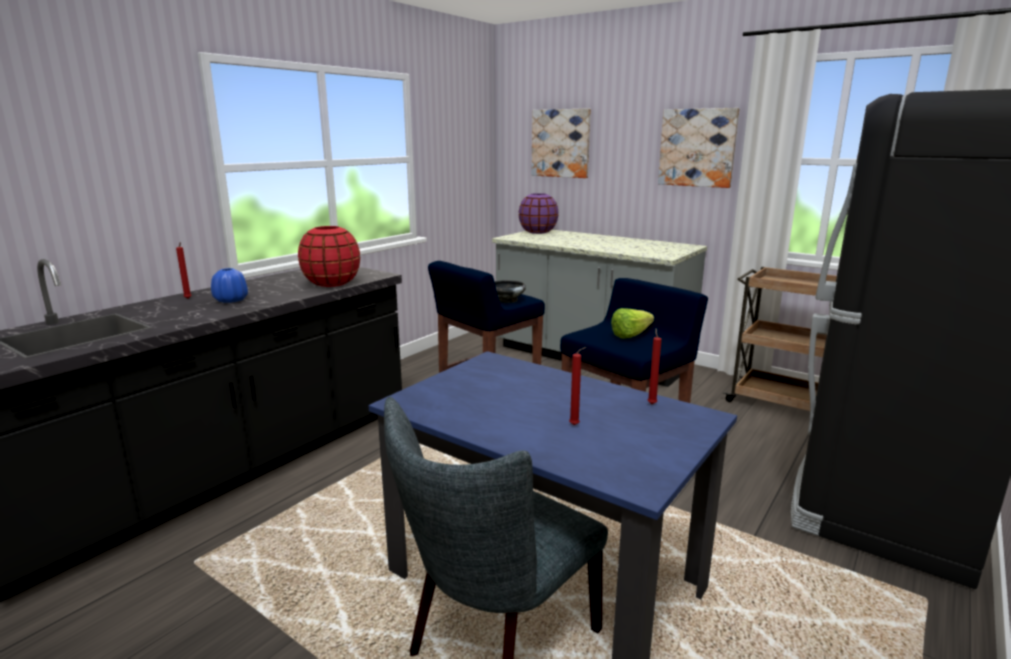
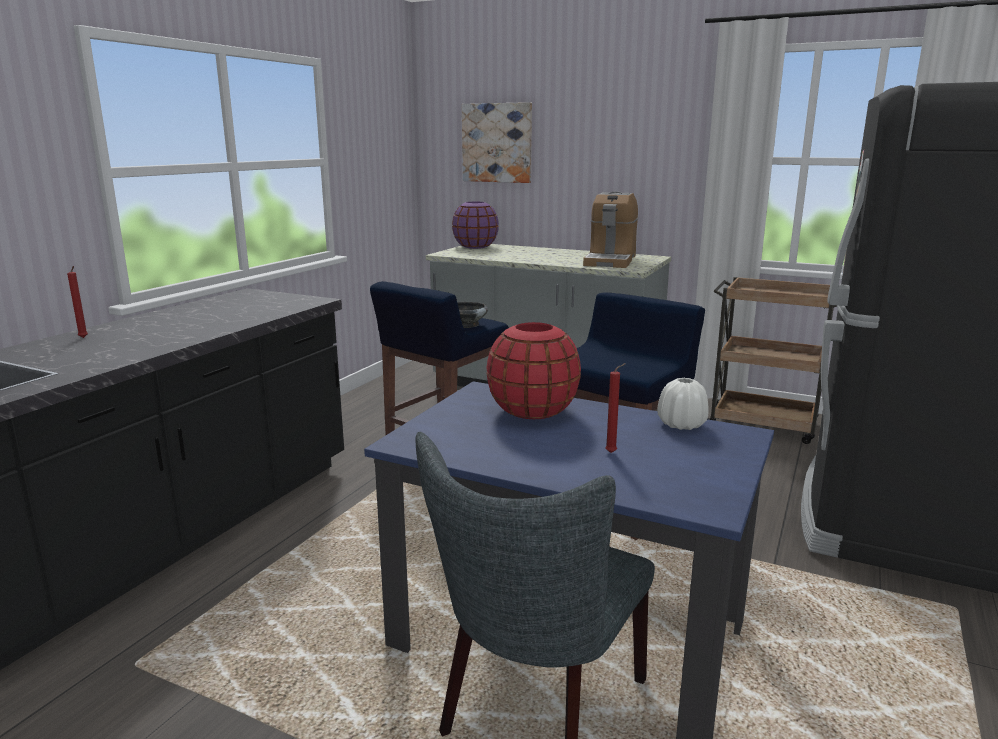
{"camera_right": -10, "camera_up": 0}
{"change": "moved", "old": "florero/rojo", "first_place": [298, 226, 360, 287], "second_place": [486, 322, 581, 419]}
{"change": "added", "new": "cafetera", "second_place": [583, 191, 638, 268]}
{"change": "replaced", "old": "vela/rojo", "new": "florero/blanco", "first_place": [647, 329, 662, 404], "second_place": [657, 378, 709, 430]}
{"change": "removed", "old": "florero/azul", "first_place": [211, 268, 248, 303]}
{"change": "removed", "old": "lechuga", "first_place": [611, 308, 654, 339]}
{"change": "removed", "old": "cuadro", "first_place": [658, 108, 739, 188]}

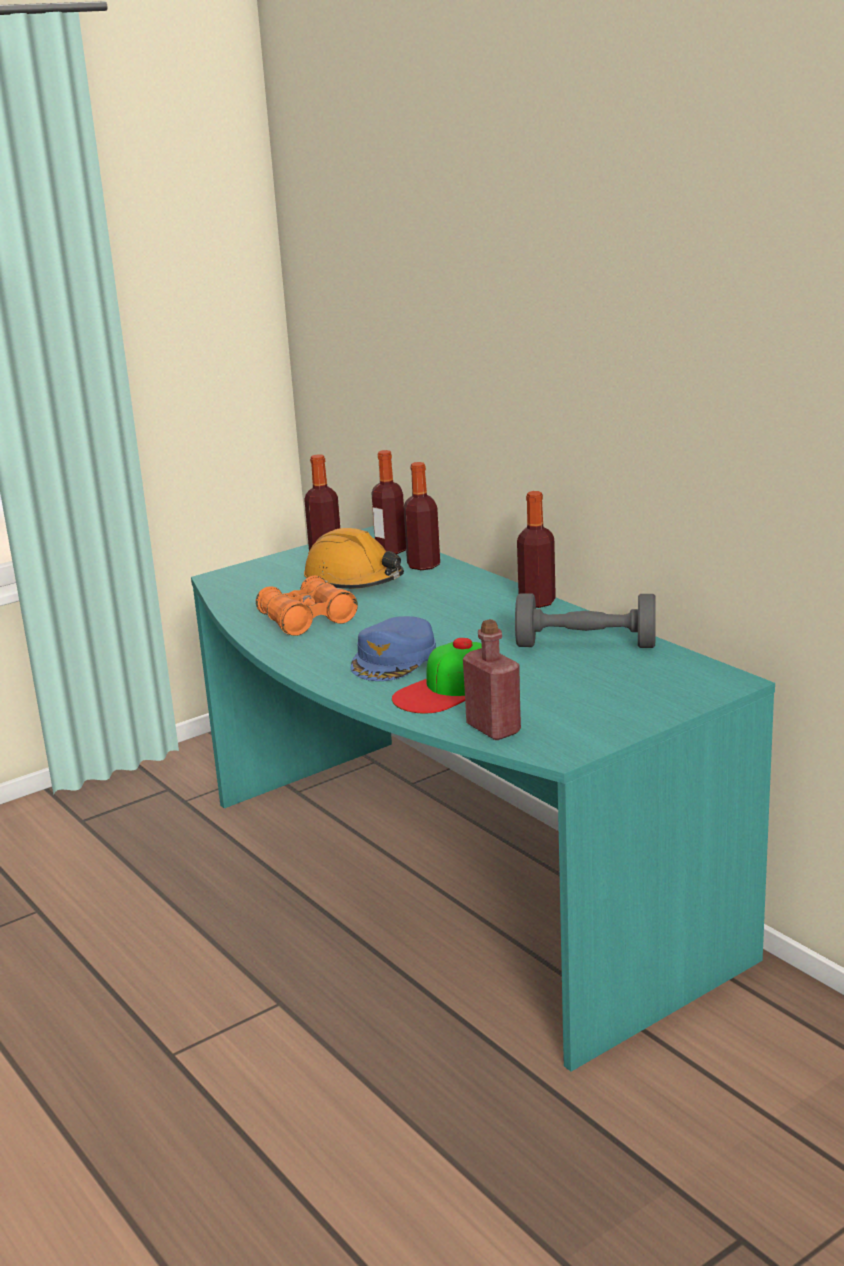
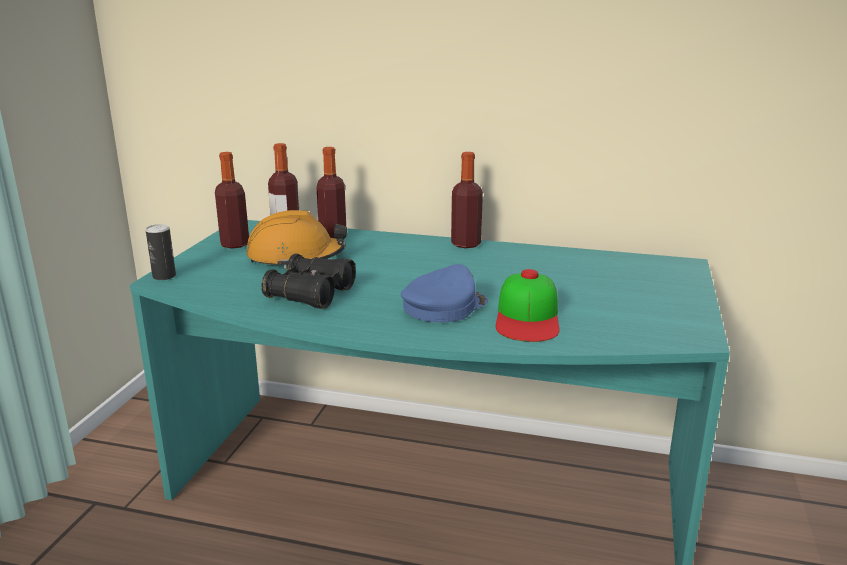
{"camera_right": -40, "camera_up": 0}
{"change": "added", "new": "lata", "second_place": [146, 224, 176, 280]}
{"change": "recoloured", "old": "prismáticos/naranja", "new": "prismáticos/negro", "first_place": [256, 576, 358, 636], "second_place": [261, 254, 356, 309]}
{"change": "turned", "old": "gorra/azul", "first_place": [351, 616, 436, 681], "second_place": [401, 264, 488, 322], "degrees": -120}
{"change": "removed", "old": "botella/rojo", "first_place": [463, 619, 521, 740]}
{"change": "removed", "old": "mancuerna/gris", "first_place": [515, 594, 656, 648]}

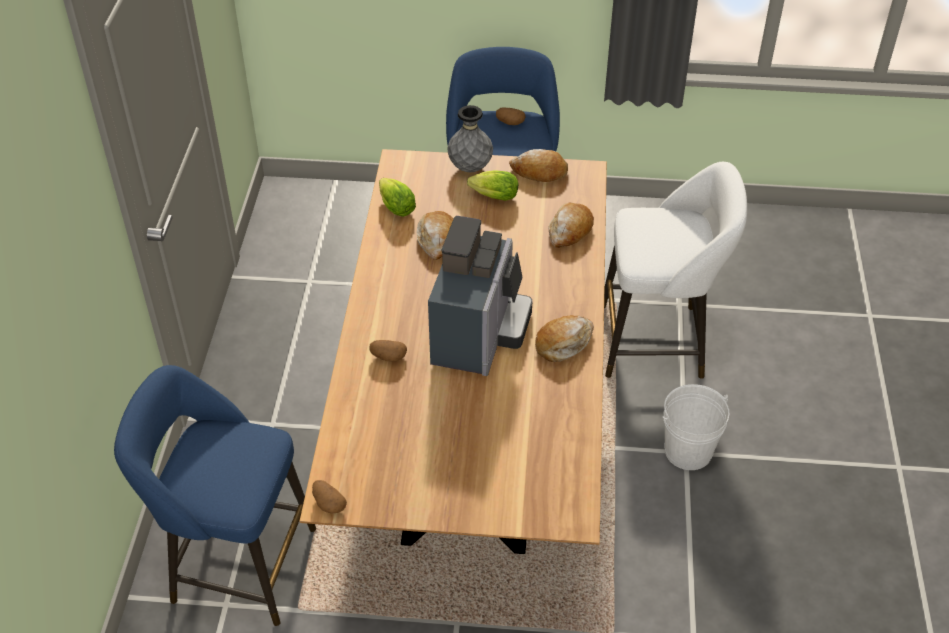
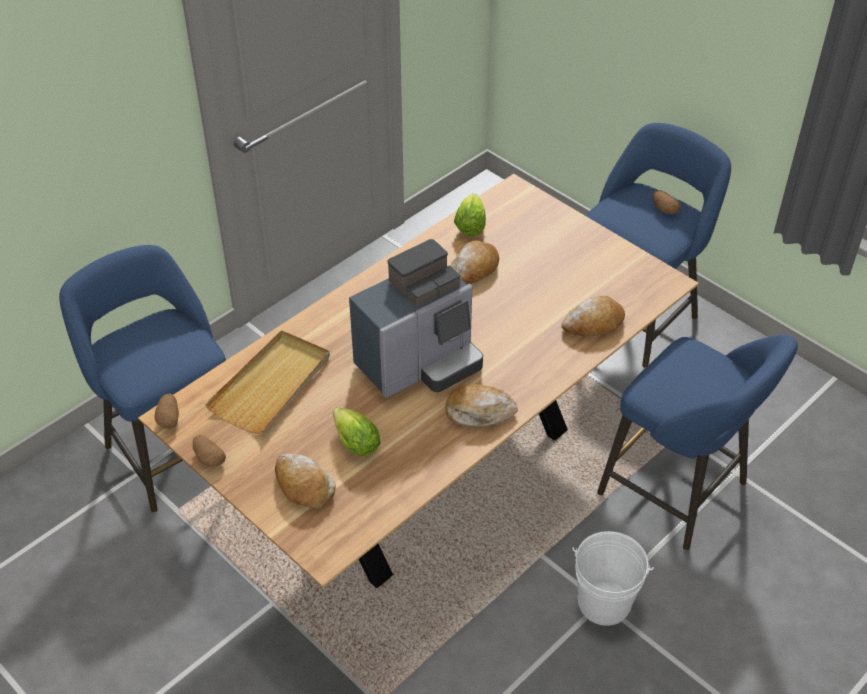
{"camera_right": 40, "camera_up": 0}
{"change": "moved", "old": "patata", "first_place": [370, 340, 407, 361], "second_place": [193, 435, 226, 467]}
{"change": "added", "new": "bandeja/beis", "second_place": [205, 330, 330, 434]}
{"change": "moved", "old": "pan", "first_place": [509, 149, 568, 182], "second_place": [275, 453, 336, 508]}
{"change": "moved", "old": "lechuga", "first_place": [467, 170, 518, 201], "second_place": [333, 407, 381, 456]}
{"change": "recoloured", "old": "taburete/blanco", "new": "taburete/azul", "first_place": [604, 162, 747, 379], "second_place": [597, 334, 798, 550]}
{"change": "removed", "old": "florero/gris", "first_place": [447, 105, 493, 172]}

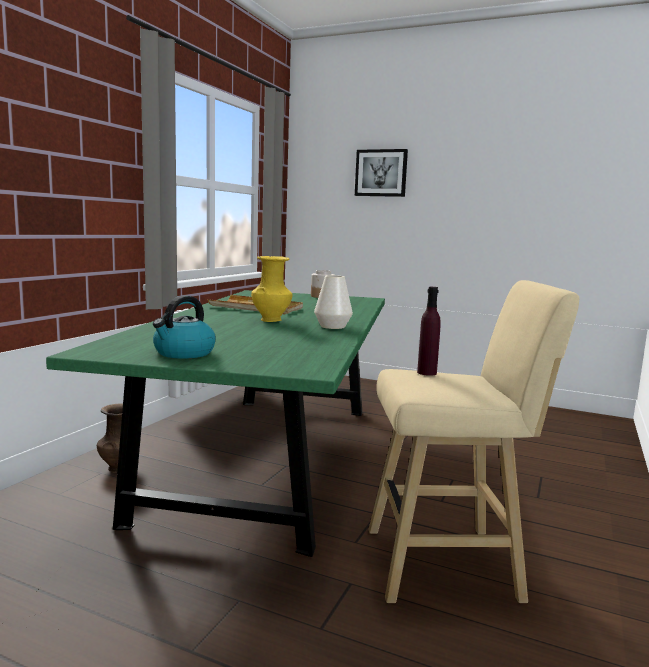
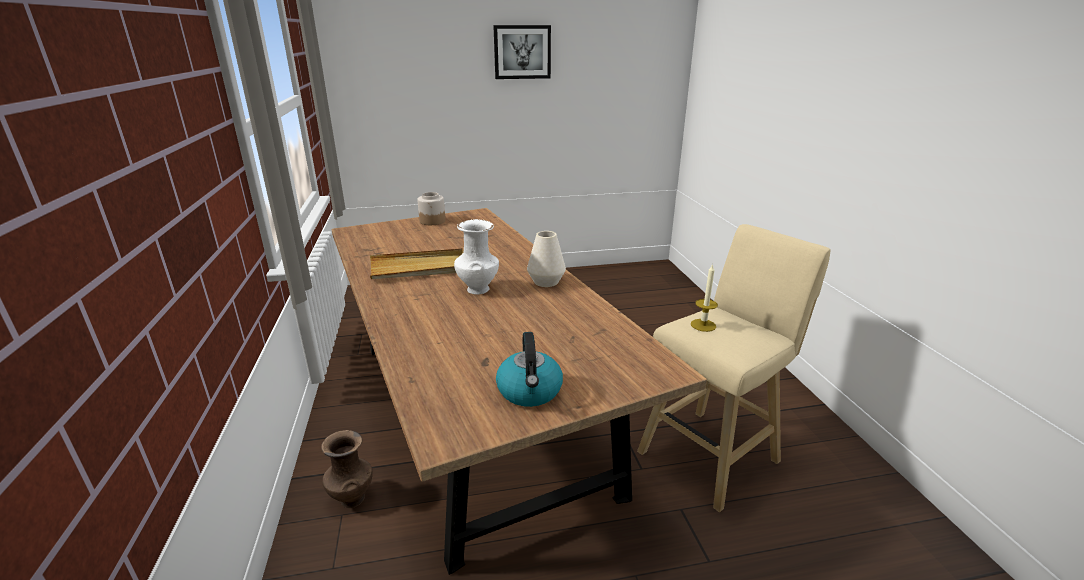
{"camera_right": -35, "camera_up": 15}
{"change": "recoloured", "old": "mesa de comedor/verde", "new": "mesa de comedor/marrón", "first_place": [46, 290, 385, 557], "second_place": [332, 208, 707, 575]}
{"change": "recoloured", "old": "florero/amarillo", "new": "florero/blanco", "first_place": [251, 256, 292, 322], "second_place": [454, 219, 499, 295]}
{"change": "moved", "old": "cuadro", "first_place": [355, 149, 408, 197], "second_place": [493, 25, 551, 79]}
{"change": "replaced", "old": "botella/morado", "new": "vela", "first_place": [417, 287, 441, 376], "second_place": [691, 264, 718, 332]}

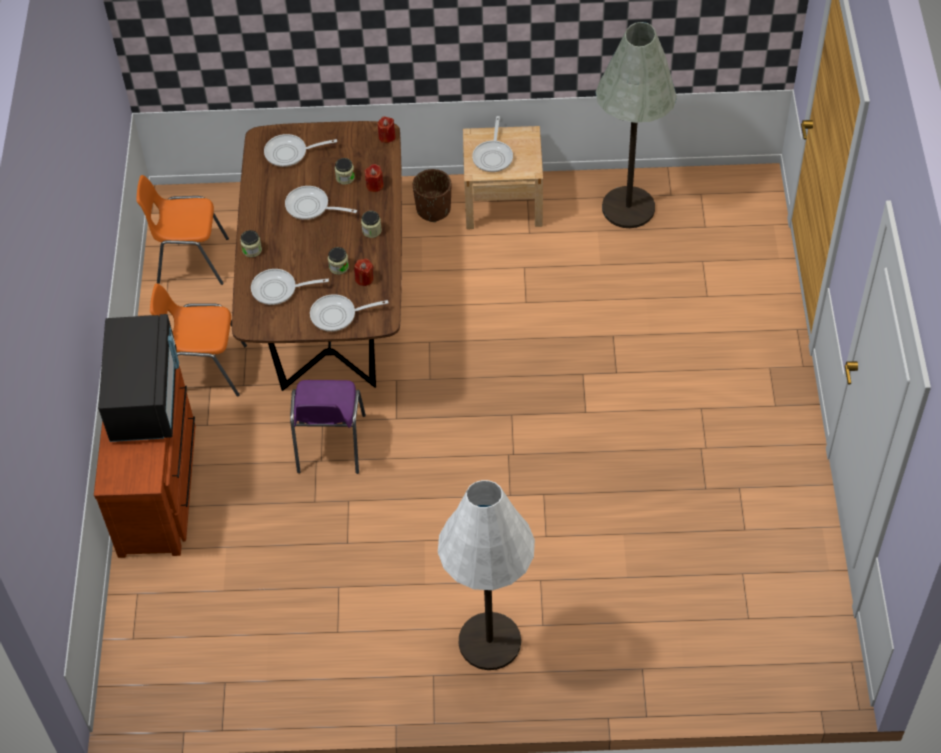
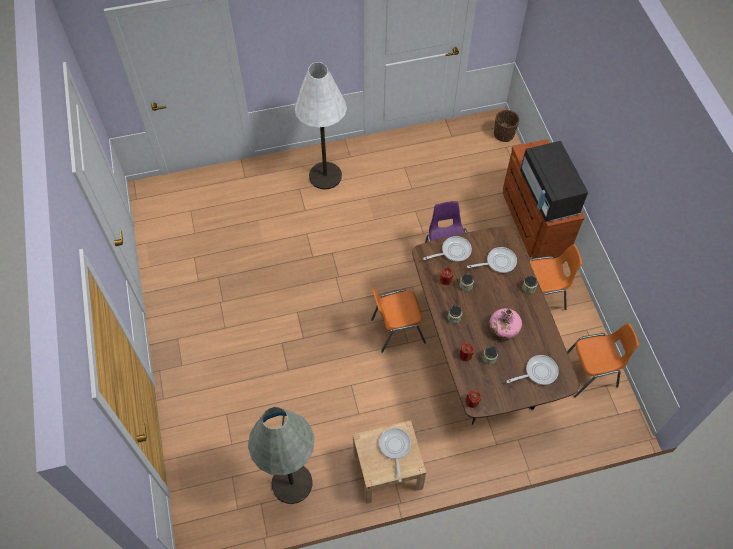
{"camera_right": 165, "camera_up": 5}
{"change": "added", "new": "silla/naranja", "second_place": [371, 289, 426, 353]}
{"change": "replaced", "old": "sartén", "new": "botella/rosa", "first_place": [285, 186, 357, 220], "second_place": [489, 308, 522, 340]}
{"change": "moved", "old": "maceta/marrón", "first_place": [413, 169, 451, 222], "second_place": [494, 110, 519, 142]}

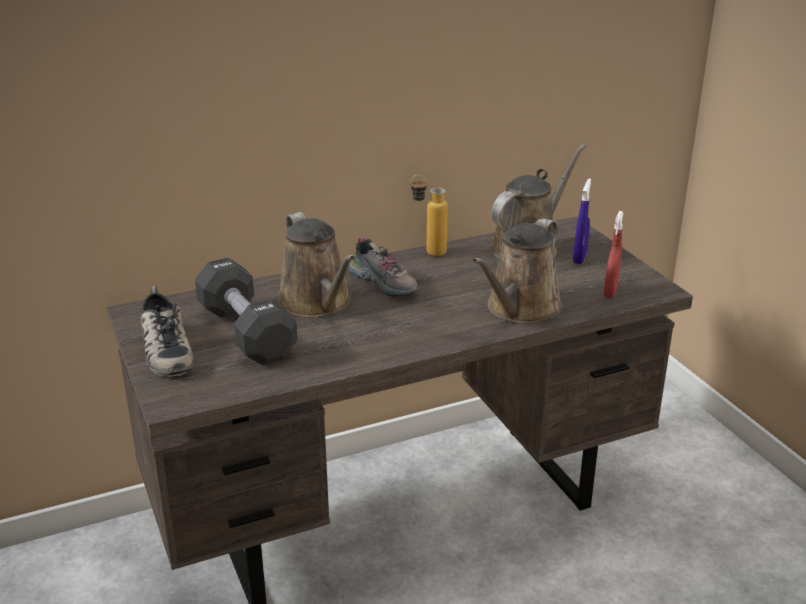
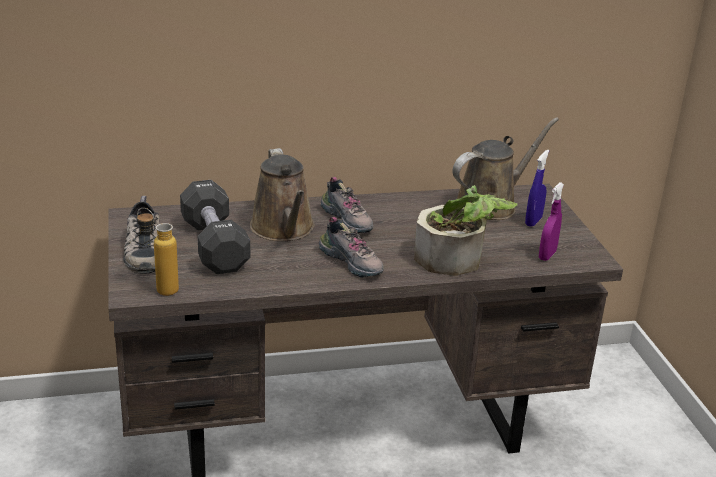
{"camera_right": 10, "camera_up": 0}
{"change": "moved", "old": "botella", "first_place": [410, 175, 448, 256], "second_place": [137, 208, 179, 296]}
{"change": "added", "new": "zapato", "second_place": [319, 217, 384, 278]}
{"change": "replaced", "old": "regadera/marrón", "new": "planta en maceta", "first_place": [472, 218, 563, 324], "second_place": [414, 185, 517, 276]}
{"change": "recoloured", "old": "pulverizador/rojo", "new": "pulverizador/morado", "first_place": [603, 211, 623, 298], "second_place": [539, 182, 564, 261]}

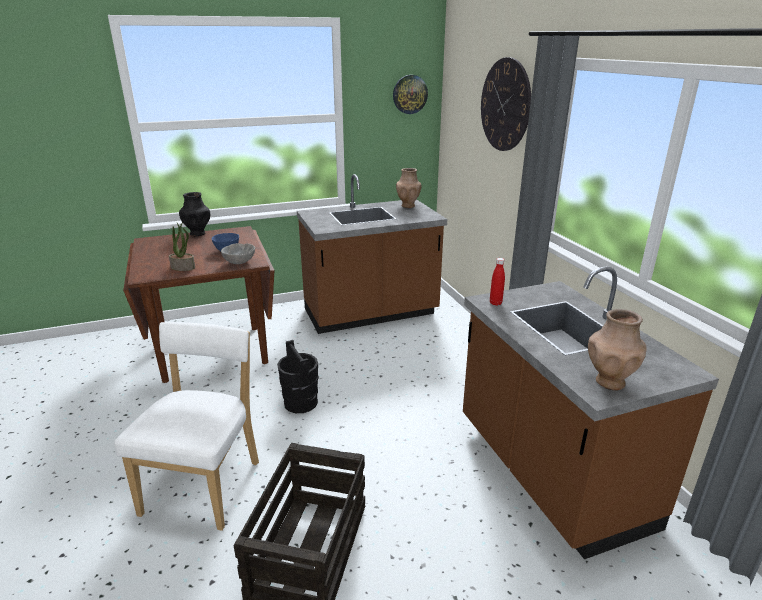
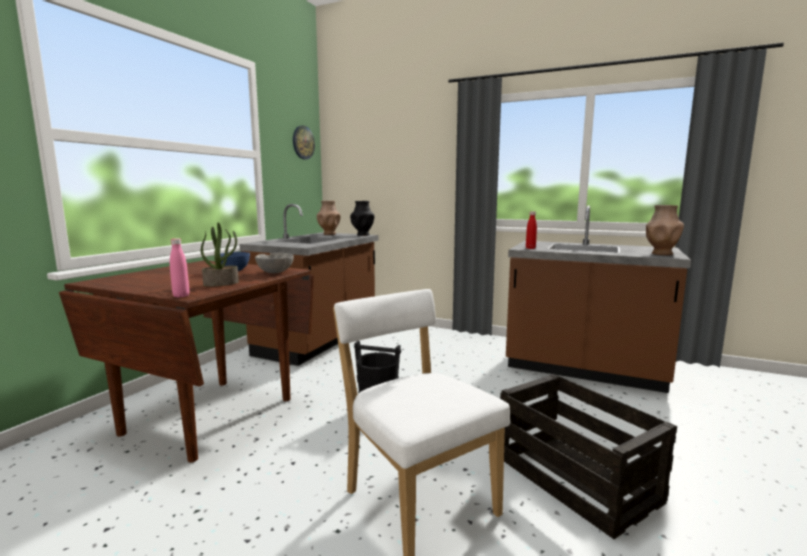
{"camera_right": -45, "camera_up": -15}
{"change": "added", "new": "botella/rosa", "second_place": [170, 238, 190, 298]}
{"change": "moved", "old": "florero/negro", "first_place": [179, 192, 210, 236], "second_place": [350, 201, 374, 236]}
{"change": "removed", "old": "reloj de pared", "first_place": [481, 57, 531, 151]}

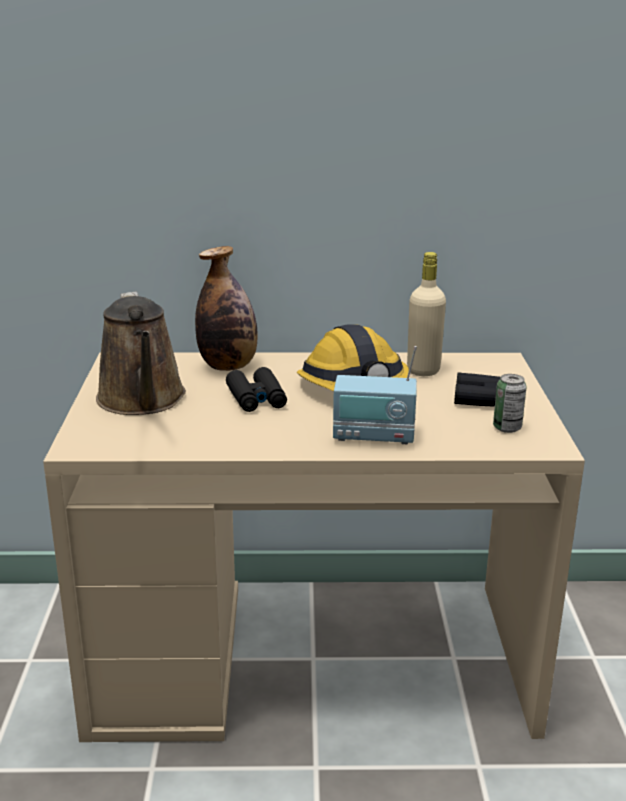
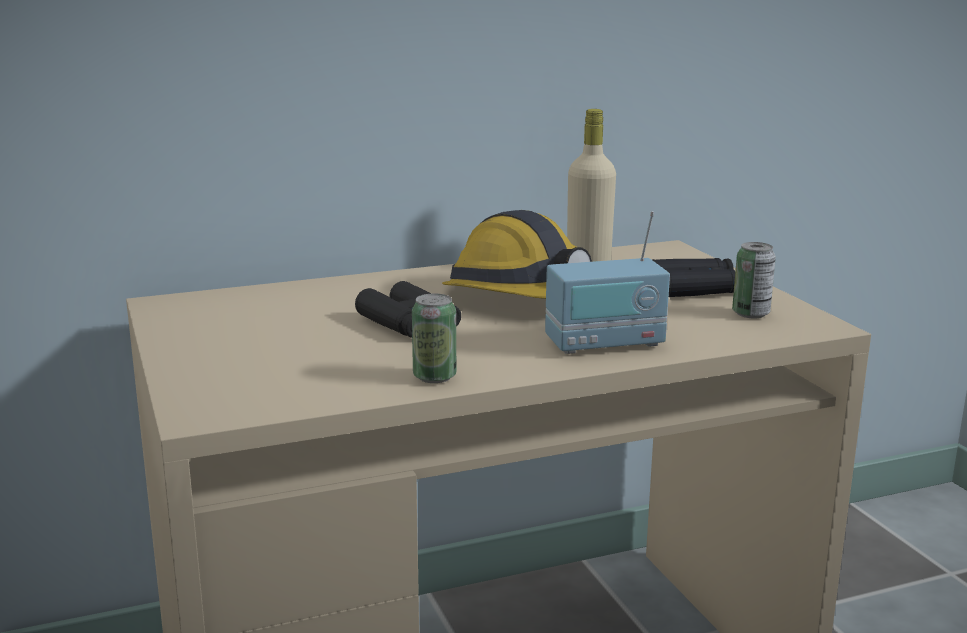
{"camera_right": -20, "camera_up": -5}
{"change": "added", "new": "lata", "second_place": [412, 293, 456, 383]}
{"change": "removed", "old": "regadera/marrón", "first_place": [96, 292, 186, 415]}
{"change": "removed", "old": "botella", "first_place": [195, 246, 258, 371]}

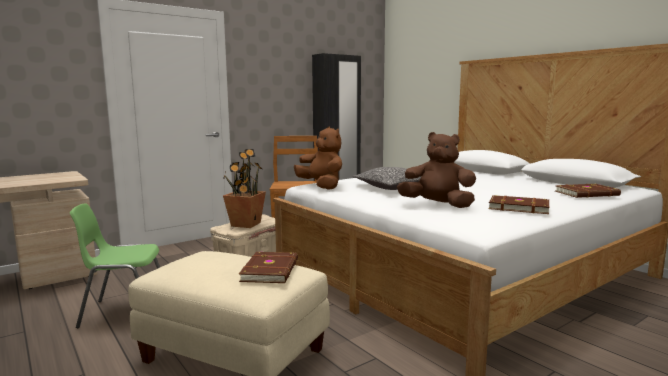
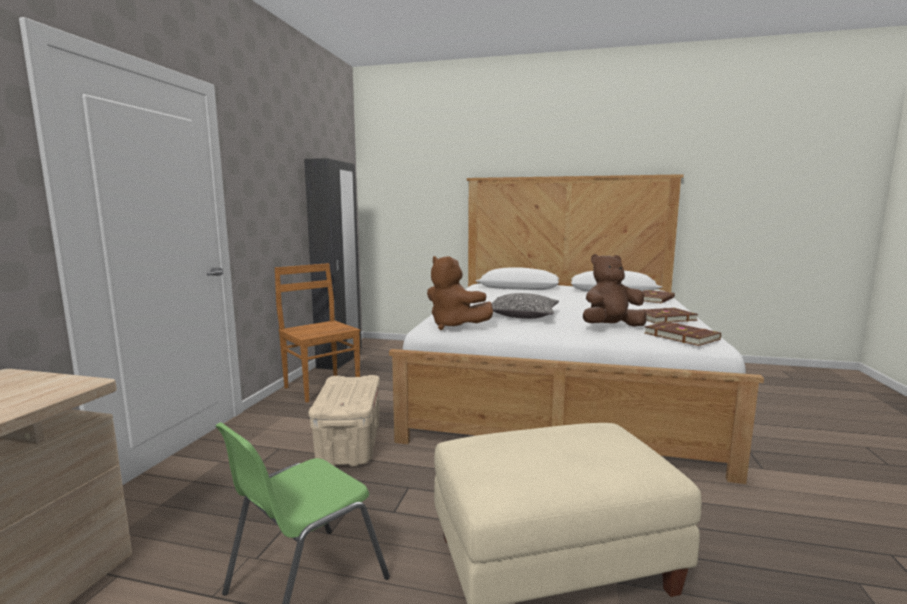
{"camera_right": -40, "camera_up": 0}
{"change": "turned", "old": "peluche/marrón", "first_place": [294, 127, 342, 190], "second_place": [427, 256, 493, 330], "degrees": -150}
{"change": "moved", "old": "libro/marrón", "first_place": [239, 252, 298, 283], "second_place": [644, 322, 721, 346]}
{"change": "removed", "old": "planta en maceta", "first_place": [223, 149, 266, 228]}

